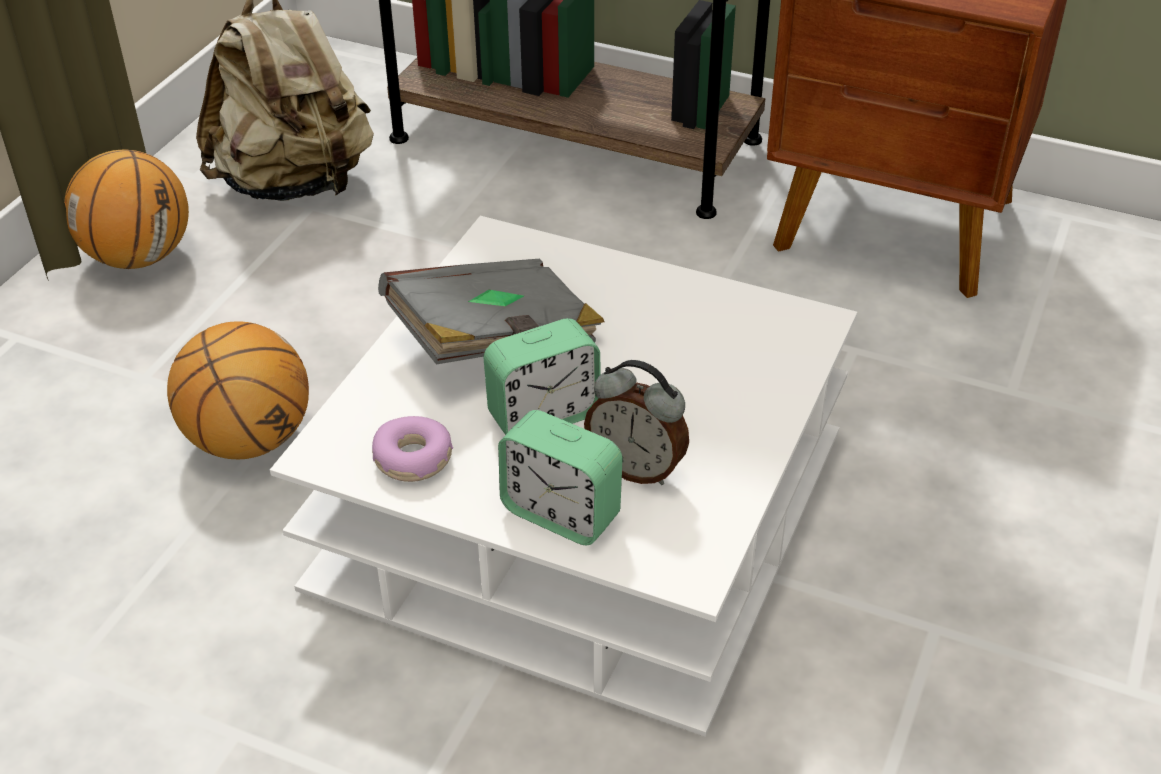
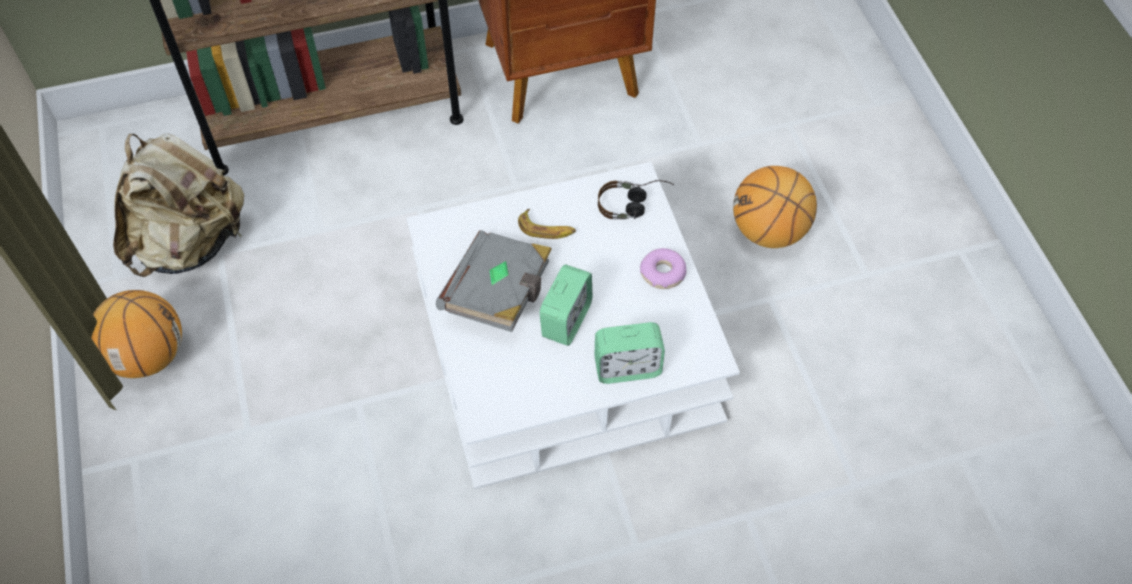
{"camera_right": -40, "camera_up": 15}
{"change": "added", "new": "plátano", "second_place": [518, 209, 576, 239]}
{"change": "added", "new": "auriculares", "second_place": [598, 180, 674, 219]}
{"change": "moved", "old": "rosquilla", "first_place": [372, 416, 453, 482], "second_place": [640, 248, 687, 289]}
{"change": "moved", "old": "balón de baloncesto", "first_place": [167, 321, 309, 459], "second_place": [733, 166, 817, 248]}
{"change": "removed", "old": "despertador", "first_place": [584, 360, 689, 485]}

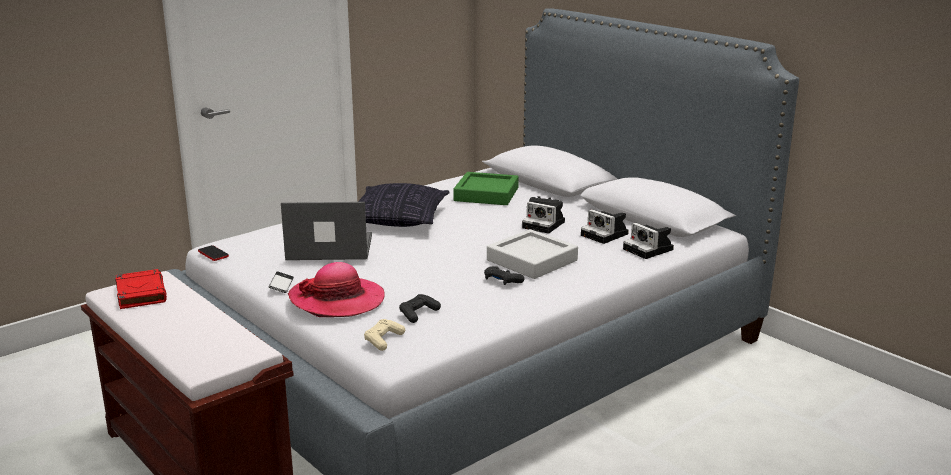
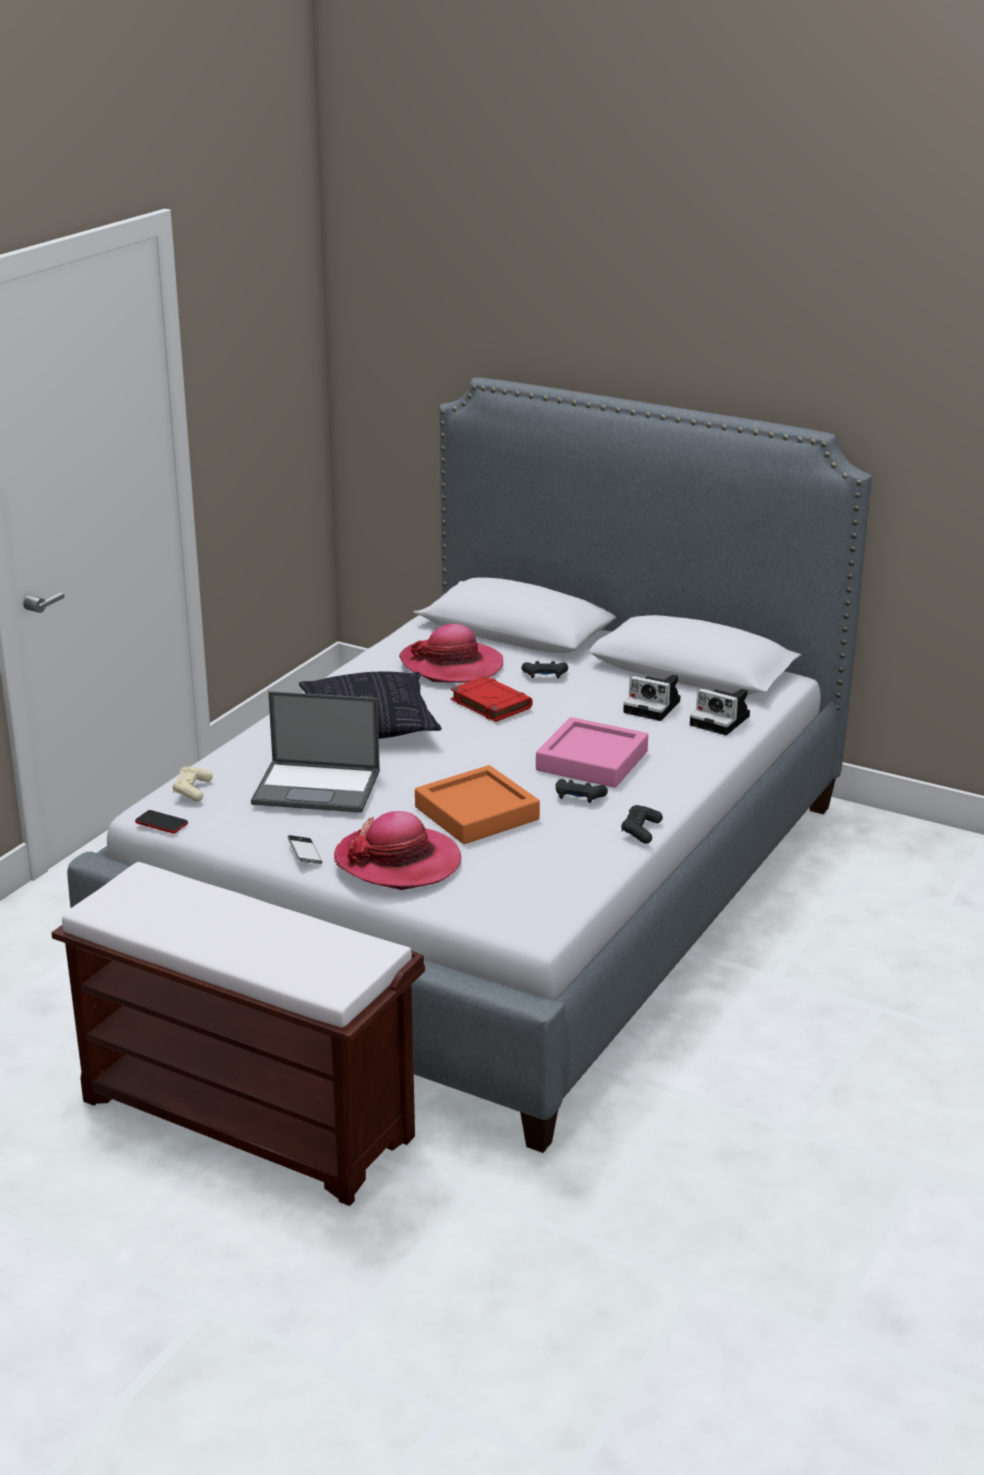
{"camera_right": -20, "camera_up": 5}
{"change": "moved", "old": "mando de consola/beis", "first_place": [364, 319, 405, 351], "second_place": [172, 766, 213, 802]}
{"change": "turned", "old": "portátil", "first_place": [281, 202, 372, 260], "second_place": [251, 691, 380, 813], "degrees": -150}
{"change": "replaced", "old": "bandeja/verde", "new": "sombrero", "first_place": [453, 172, 519, 205], "second_place": [399, 624, 503, 683]}
{"change": "added", "new": "bandeja/naranja", "second_place": [415, 765, 540, 844]}
{"change": "moved", "old": "libro/rojo", "first_place": [115, 269, 167, 309], "second_place": [451, 676, 533, 722]}
{"change": "recoloured", "old": "bandeja/gris", "new": "bandeja/rosa", "first_place": [487, 229, 578, 279], "second_place": [536, 717, 648, 788]}
{"change": "moved", "old": "mando de consola/negro", "first_place": [399, 294, 441, 323], "second_place": [621, 805, 663, 844]}
{"change": "removed", "old": "cámara", "first_place": [522, 202, 565, 234]}

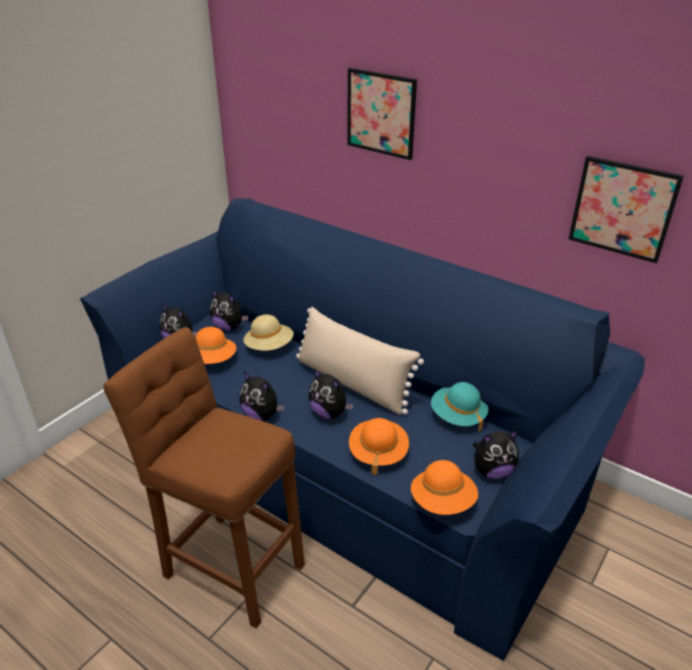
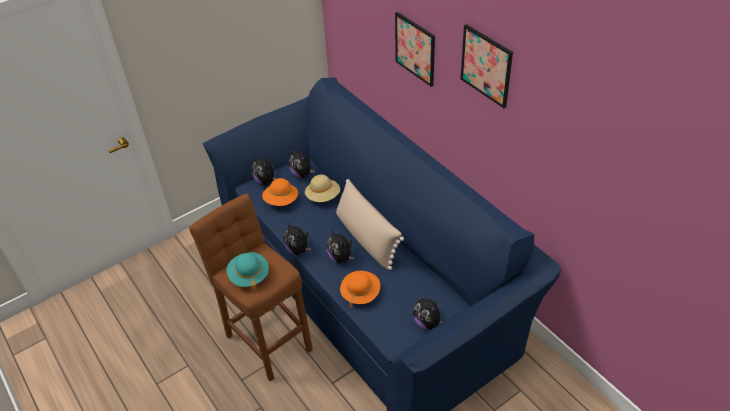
{"camera_right": 20, "camera_up": 10}
{"change": "moved", "old": "sombrero/turquesa", "first_place": [431, 382, 489, 431], "second_place": [227, 252, 269, 291]}
{"change": "turned", "old": "peluche", "first_place": [473, 430, 519, 479], "second_place": [413, 295, 444, 330], "degrees": 45}
{"change": "moved", "old": "cuadro", "first_place": [569, 156, 684, 263], "second_place": [461, 24, 513, 108]}
{"change": "removed", "old": "sombrero/naranja", "first_place": [411, 460, 478, 515]}

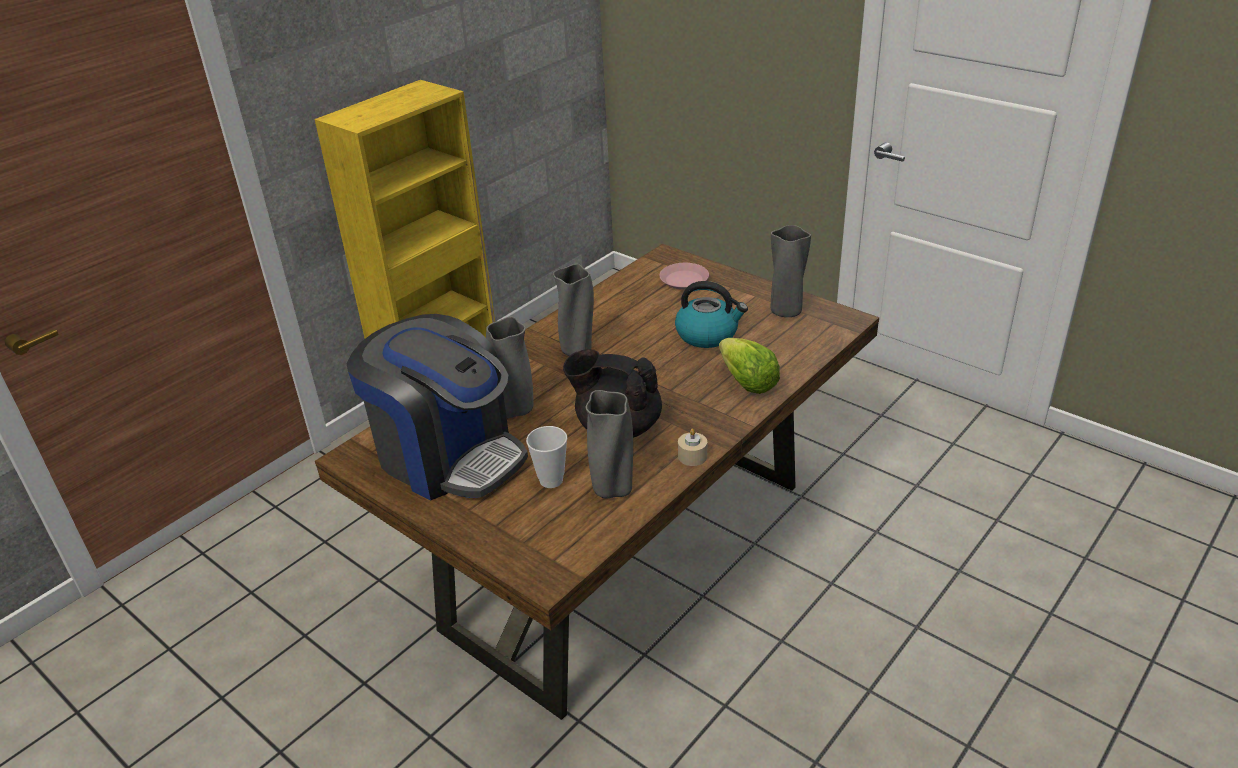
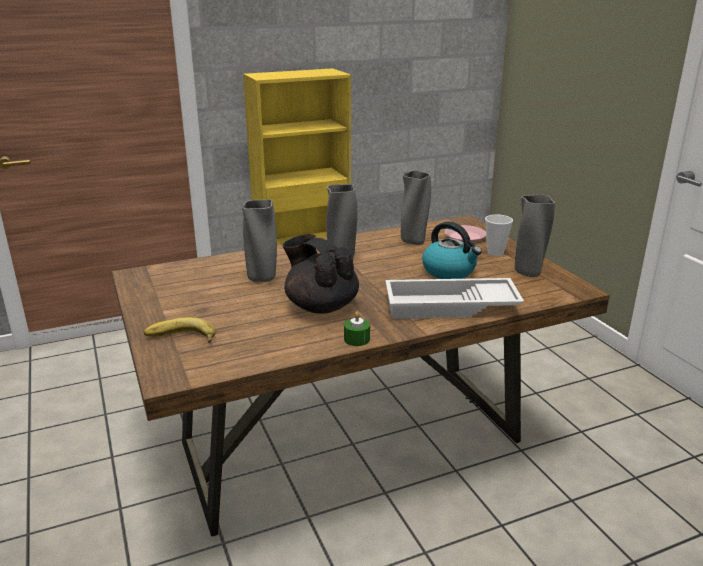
{"camera_right": 25, "camera_up": -10}
{"change": "added", "new": "plátano", "second_place": [144, 317, 216, 343]}
{"change": "recoloured", "old": "vela/beis", "new": "vela/verde", "first_place": [678, 429, 707, 466], "second_place": [344, 312, 370, 346]}
{"change": "replaced", "old": "lechuga", "new": "bandeja/blanco", "first_place": [719, 338, 780, 394], "second_place": [385, 278, 524, 319]}
{"change": "moved", "old": "florero/gris", "first_place": [586, 390, 633, 498], "second_place": [401, 170, 431, 245]}
{"change": "moved", "old": "taza", "first_place": [526, 426, 567, 488], "second_place": [485, 215, 513, 256]}
{"change": "removed", "old": "cafetera", "first_place": [346, 314, 528, 500]}

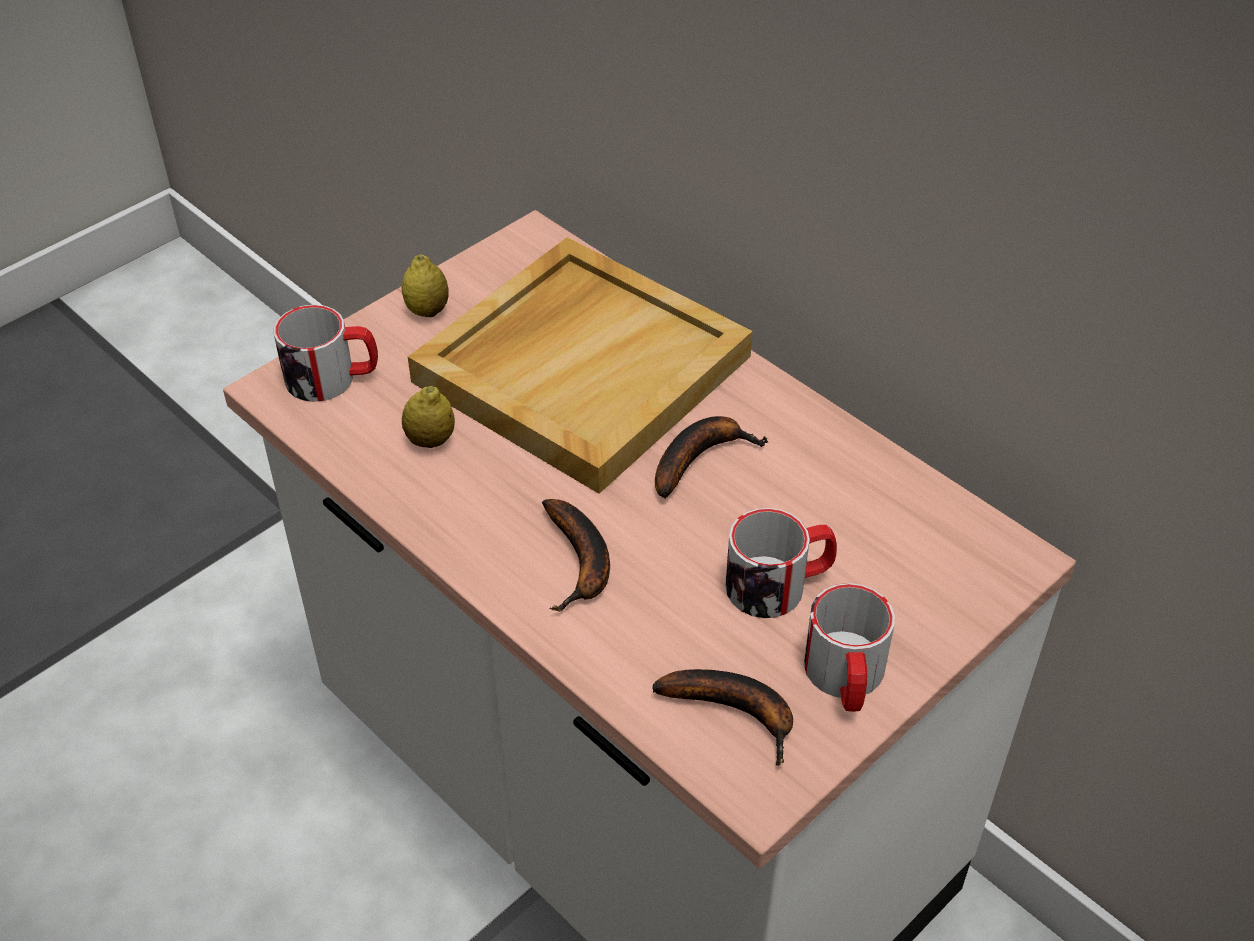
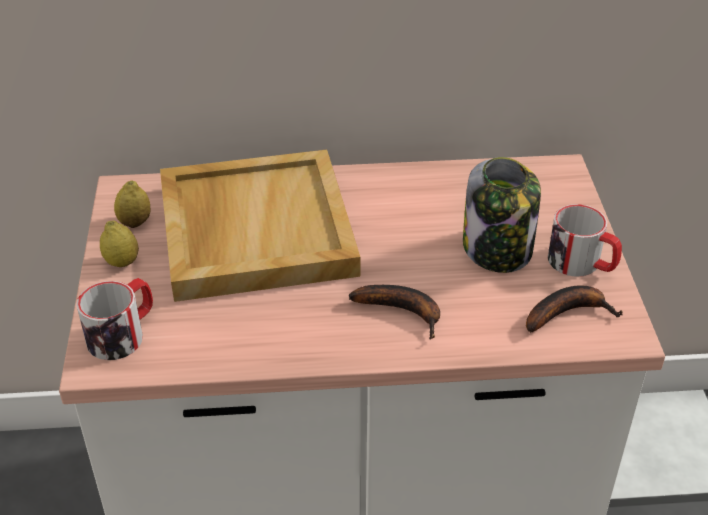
{"camera_right": -50, "camera_up": -5}
{"change": "moved", "old": "limón", "first_place": [402, 386, 455, 448], "second_place": [114, 181, 151, 228]}
{"change": "replaced", "old": "taza grande", "new": "tarro", "first_place": [725, 508, 837, 618], "second_place": [463, 157, 541, 273]}
{"change": "removed", "old": "plátano", "first_place": [655, 416, 768, 499]}

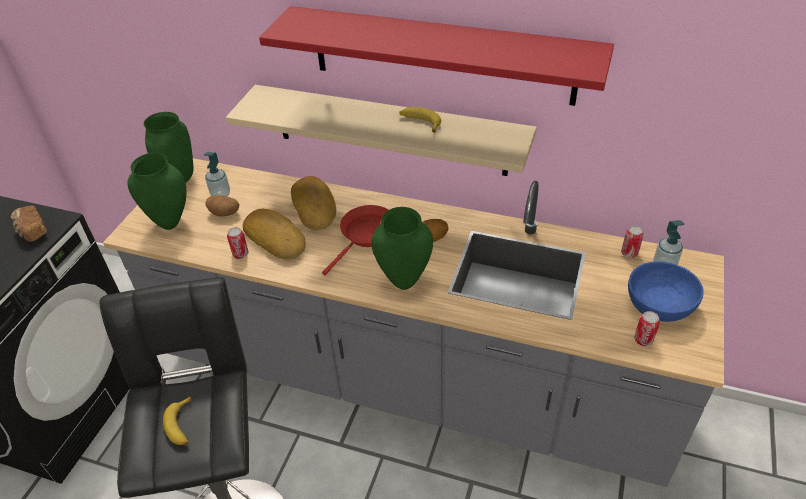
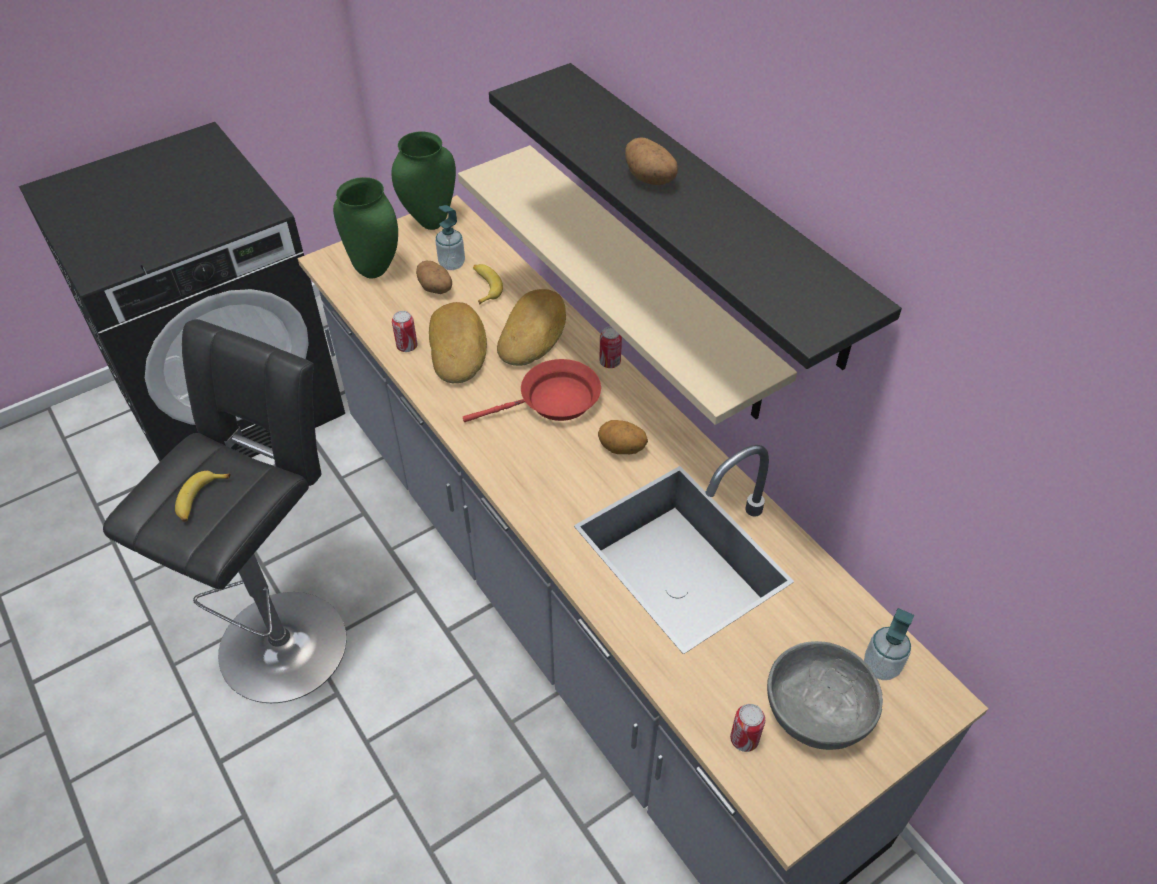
{"camera_right": 35, "camera_up": 5}
{"change": "moved", "old": "plátano", "first_place": [399, 107, 441, 133], "second_place": [473, 264, 503, 305]}
{"change": "recoloured", "old": "estante/rojo", "new": "estante/negro", "first_place": [259, 6, 614, 106], "second_place": [489, 63, 902, 370]}
{"change": "moved", "old": "lata", "first_place": [621, 225, 644, 258], "second_place": [599, 326, 622, 368]}
{"change": "added", "new": "patata", "second_place": [625, 137, 678, 185]}
{"change": "recoloured", "old": "cuenco/azul", "new": "cuenco/gris", "first_place": [628, 261, 704, 322], "second_place": [767, 641, 883, 750]}
{"change": "removed", "old": "pan", "first_place": [11, 205, 47, 242]}
{"change": "removed", "old": "florero/verde", "first_place": [372, 207, 433, 290]}

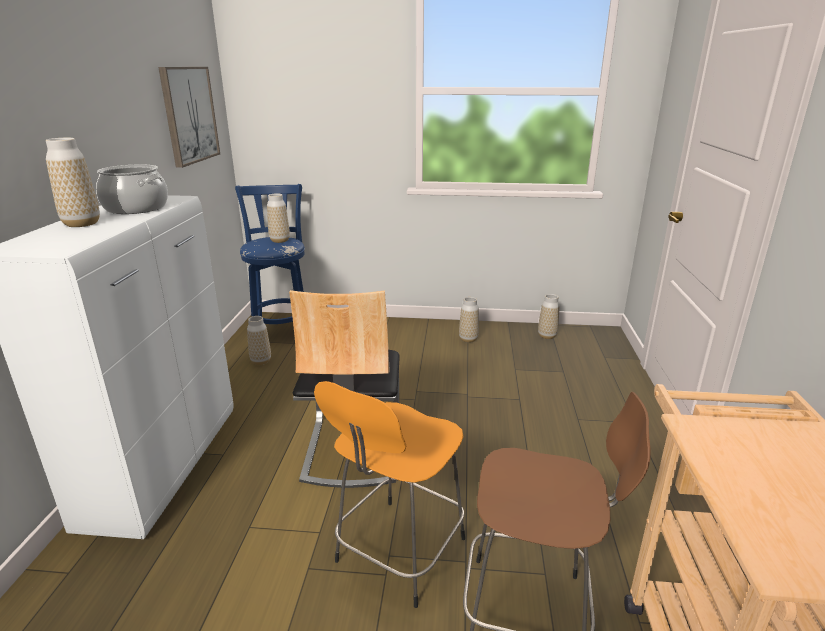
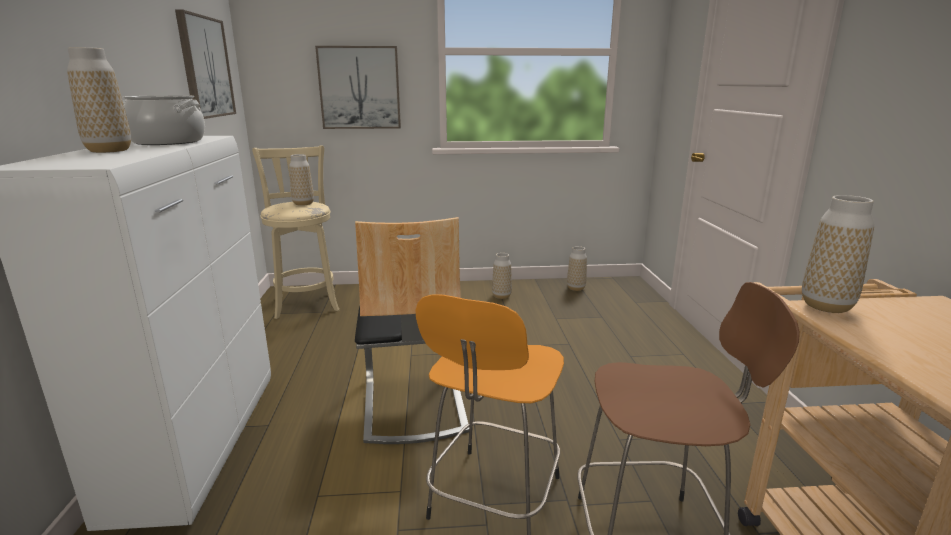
{"camera_right": -10, "camera_up": -5}
{"change": "recoloured", "old": "taburete/azul", "new": "taburete/beis", "first_place": [235, 184, 305, 324], "second_place": [252, 145, 339, 319]}
{"change": "added", "new": "cuadro", "second_place": [315, 46, 401, 129]}
{"change": "moved", "old": "florero", "first_place": [247, 316, 271, 365], "second_place": [802, 195, 874, 313]}

